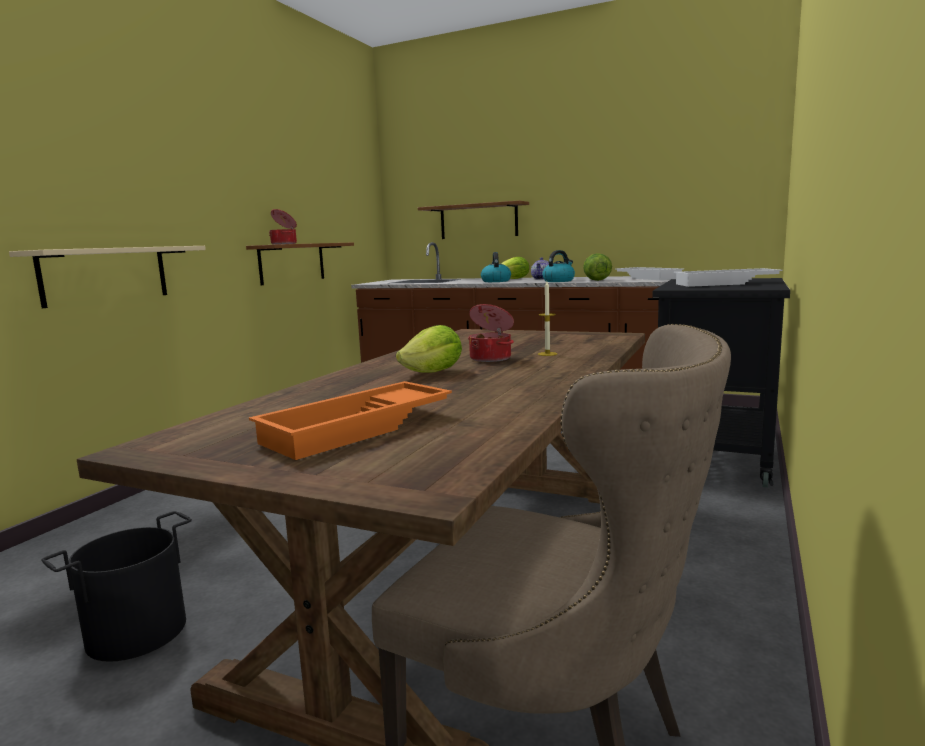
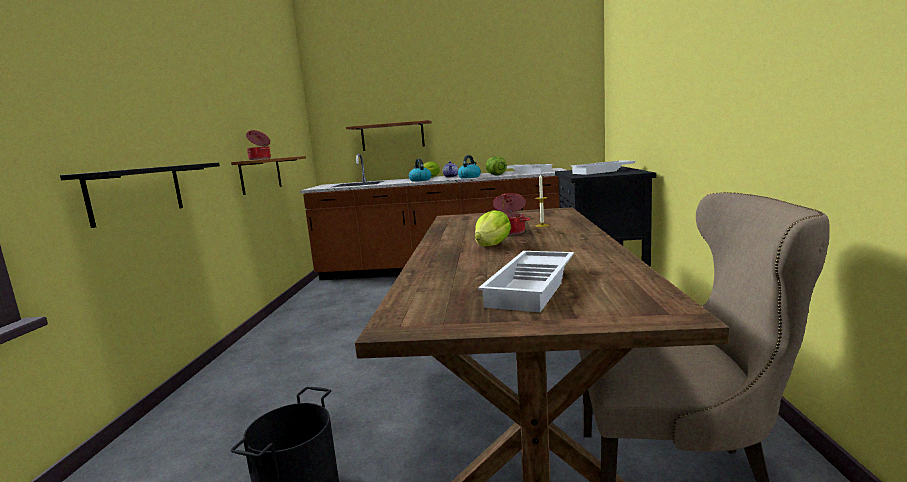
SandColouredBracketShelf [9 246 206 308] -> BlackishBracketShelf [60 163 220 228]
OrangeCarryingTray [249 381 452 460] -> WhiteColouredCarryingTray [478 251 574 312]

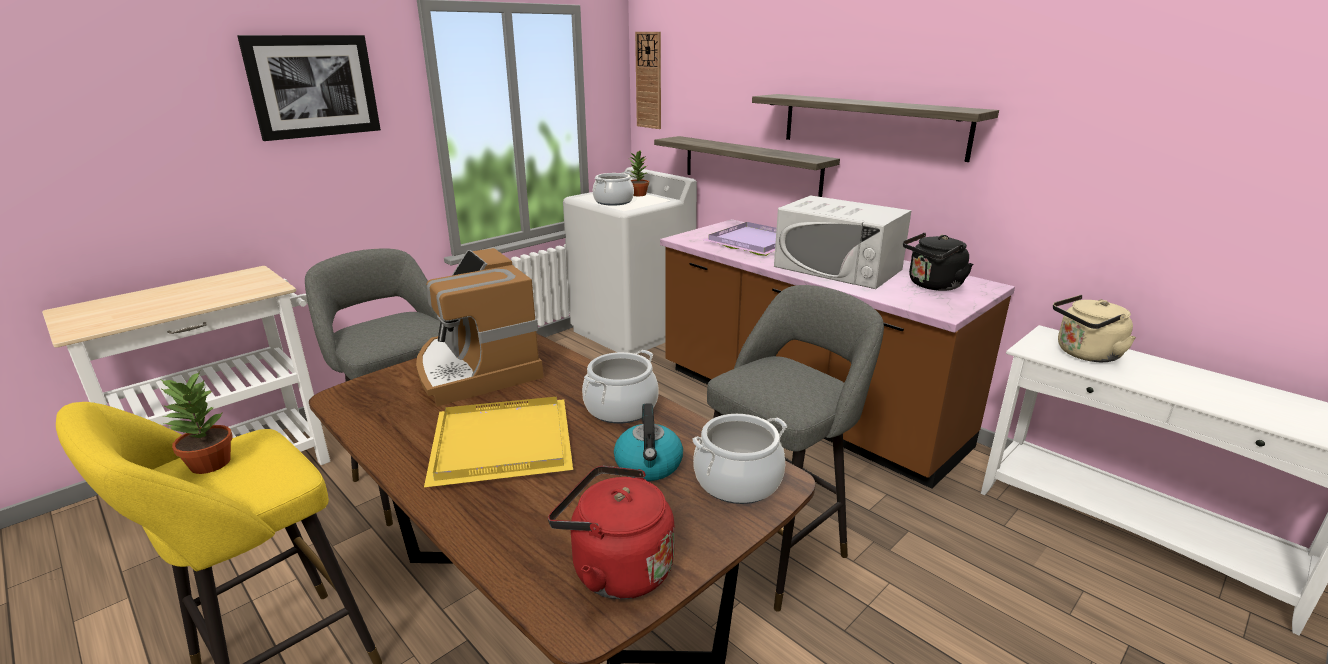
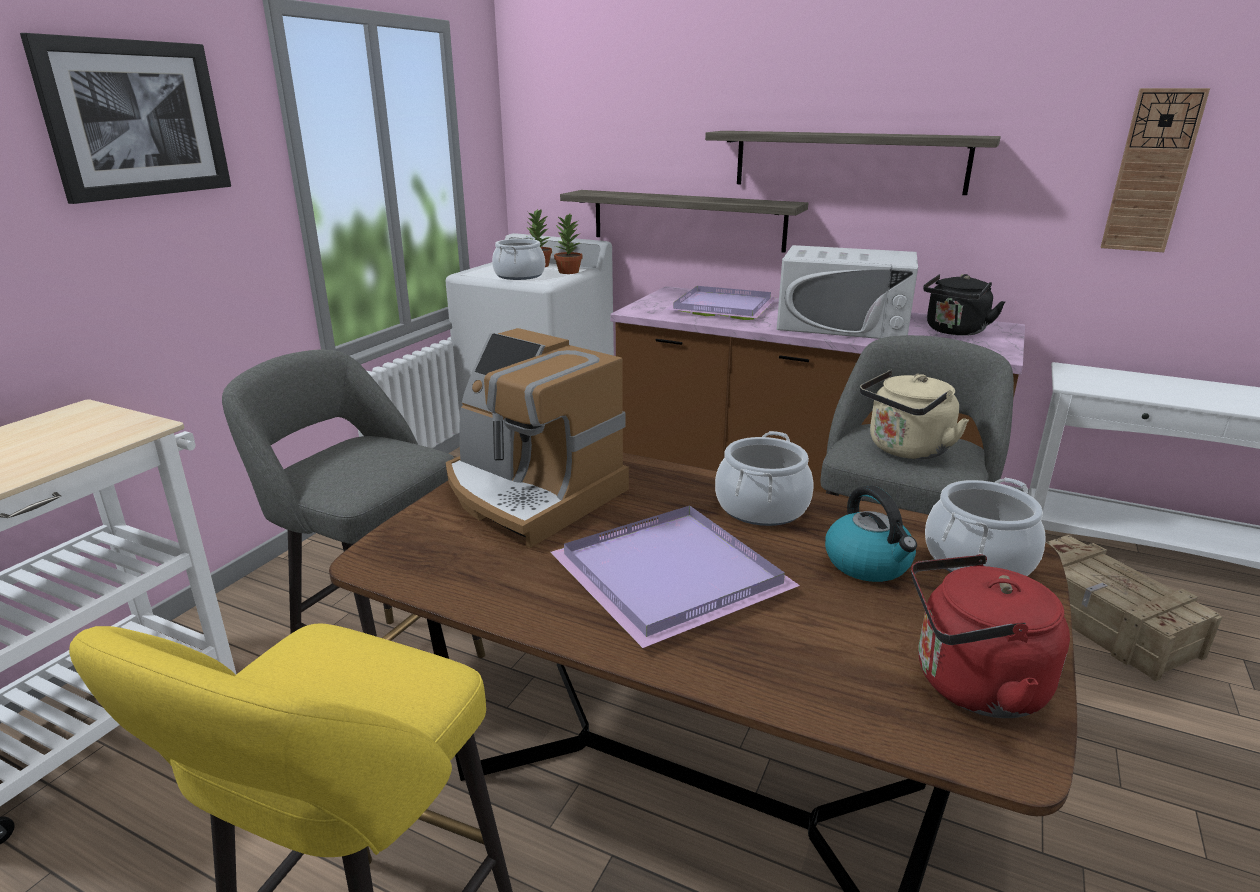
WallClock [635 32 661 129] -> WallClock [1101 88 1210 252], relocated
SandColouredTeaKettle [1053 295 1136 362] -> SandColouredTeaKettle [860 370 969 459], relocated
Houseplant [160 371 233 474] -> Houseplant [554 214 583 274], relocated
YellowCarryingTray [424 397 573 487] -> PurplishCarryingTray [550 505 800 648]
none -> ShippingCrate [1046 535 1222 682]

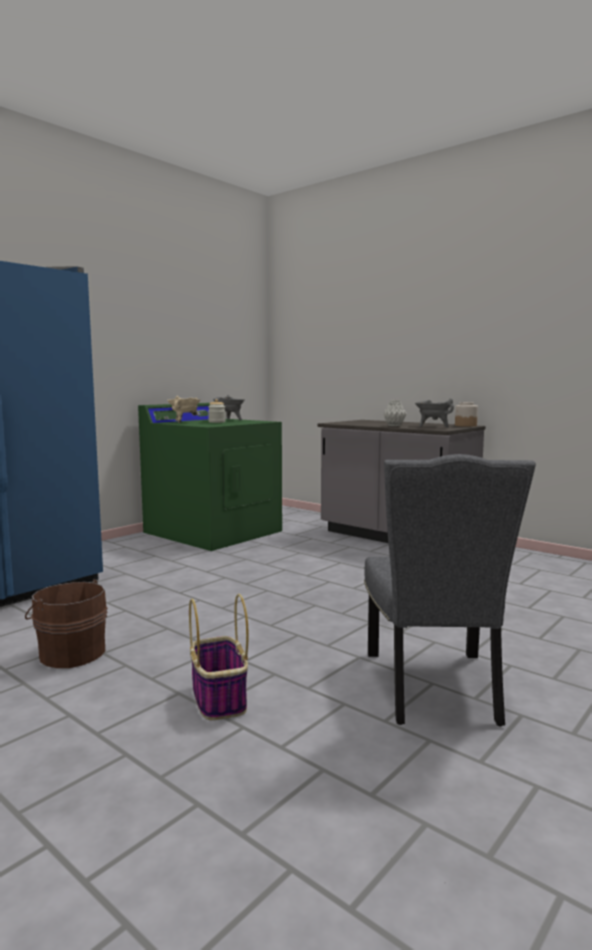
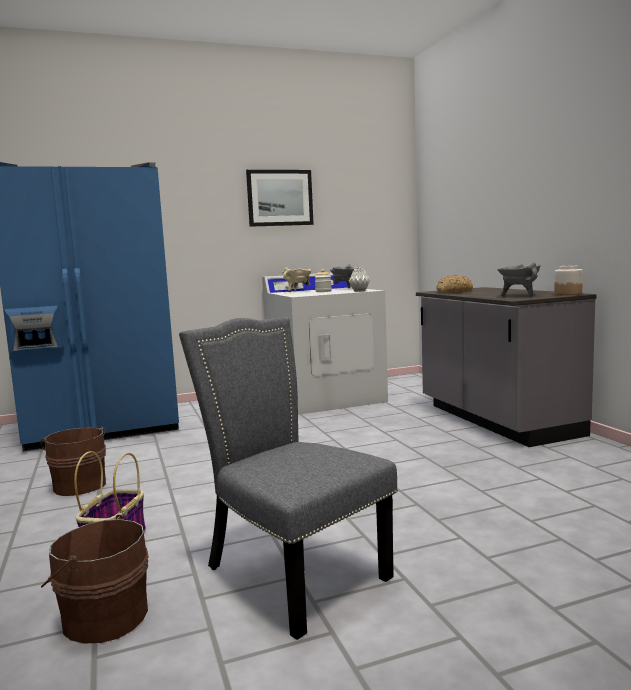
GrayFlowerVase [383 400 406 426] -> GrayFlowerVase [349 267 370 292], relocated
GreenColouredWashingMachine [138 403 282 551] -> WhiteColouredWashingMachine [262 273 388 415]
GrayChair [364 454 536 726] -> GrayChair [179 317 398 640], 105 degrees clockwise
none -> Picture [246 170 314 227]
none -> Bread [436 275 473 293]
none -> BrownishBucket [41 515 148 643]

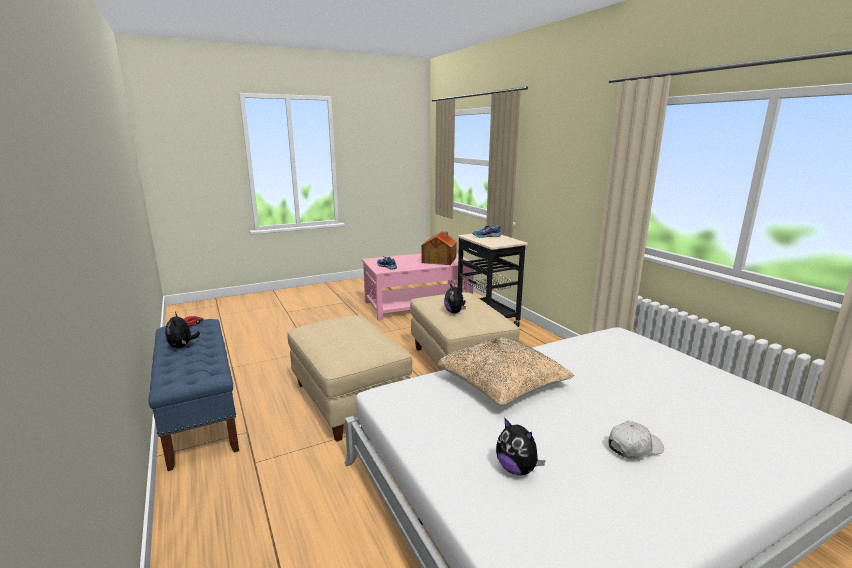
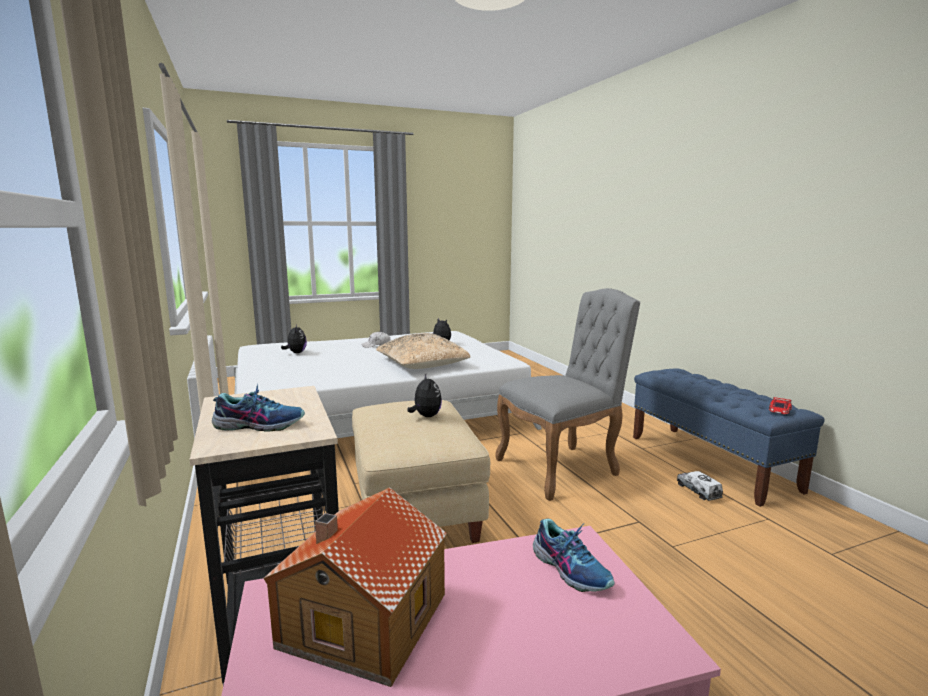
PlushToy [165 312 200 348] -> PlushToy [281 324 307 353], relocated
SandColouredOttoman [287 315 412 442] -> GrayChair [495 288 640 501]
none -> ModelTruck [677 471 723 501]

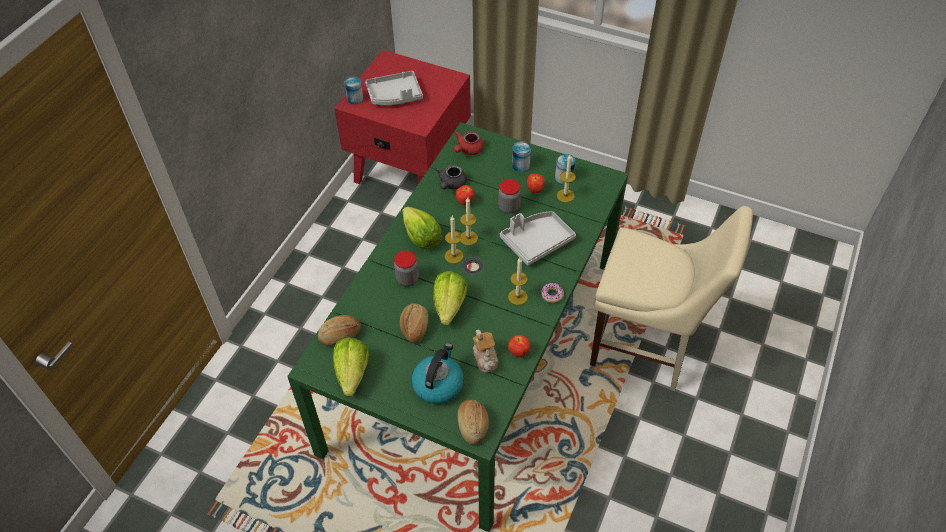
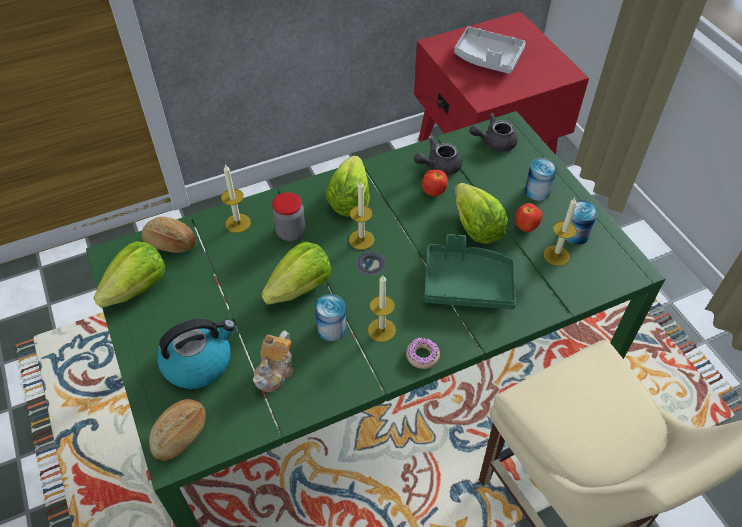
SealedCan [345 77 363 104] -> SealedCan [315 294 346 341], relocated
ReddishTeaPot [454 132 484 155] -> GrayTeaPot [469 113 518 152]
Jar [498 179 521 214] -> Lettuce [455 183 508 244]
WaxLight [460 198 478 245] -> WaxLight [221 164 251 233], relocated
GrayCarryingTray [500 211 576 266] -> GreenColouredCarryingTray [424 234 516 309]
Bread [400 303 429 343] -> none
Apple [508 335 530 357] -> none

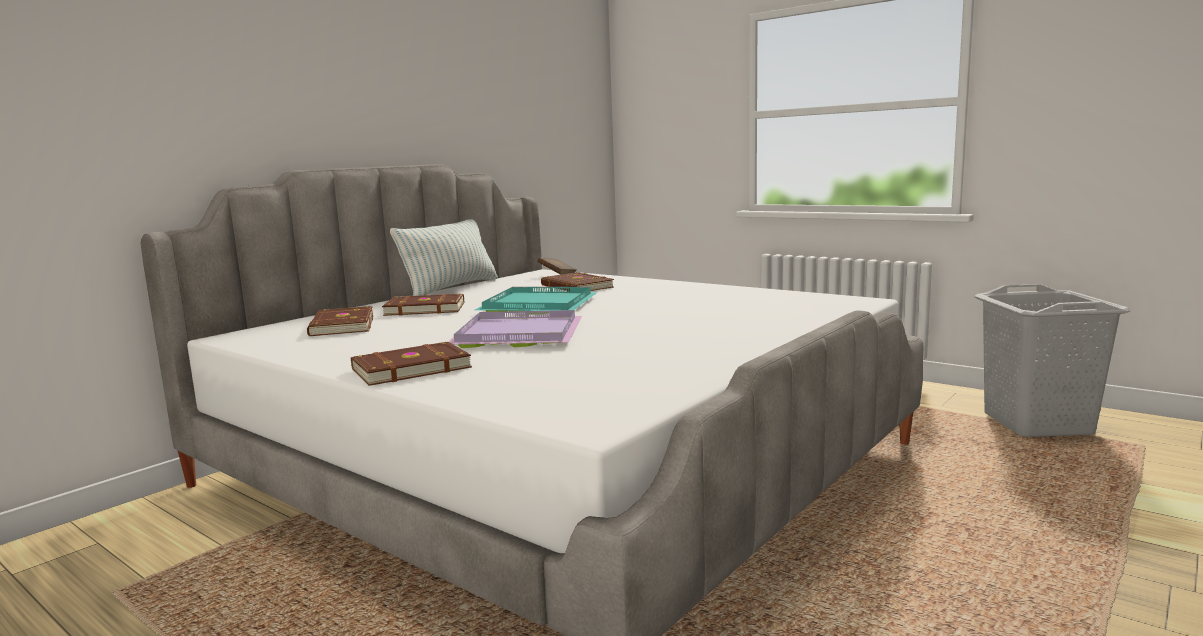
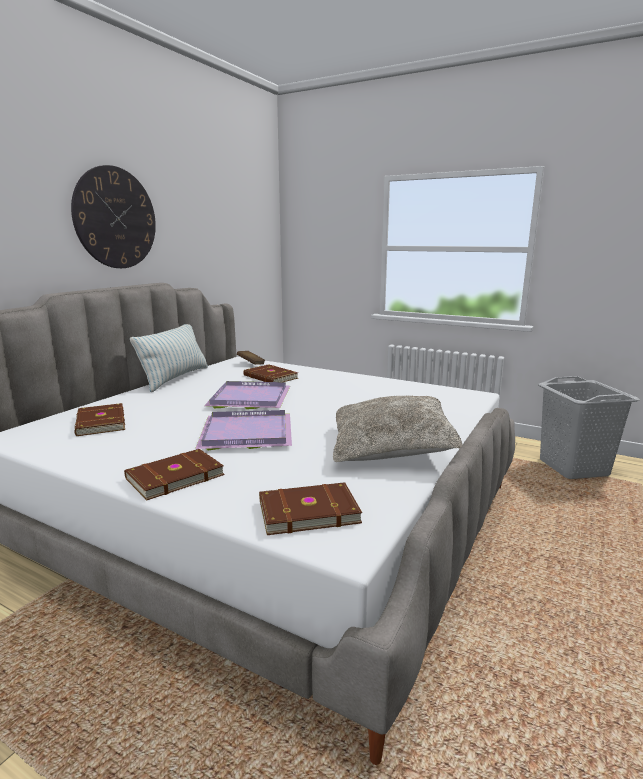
BlueGreenCarryingTray [475 287 598 315] -> PurplishCarryingTray [204 381 290 409]
BrownishBoundBook [382 294 464 316] -> BrownishBoundBook [259 482 362 535], relocated
none -> WallClock [71 165 156 268]
none -> SandColouredCushion [333 395 462 462]

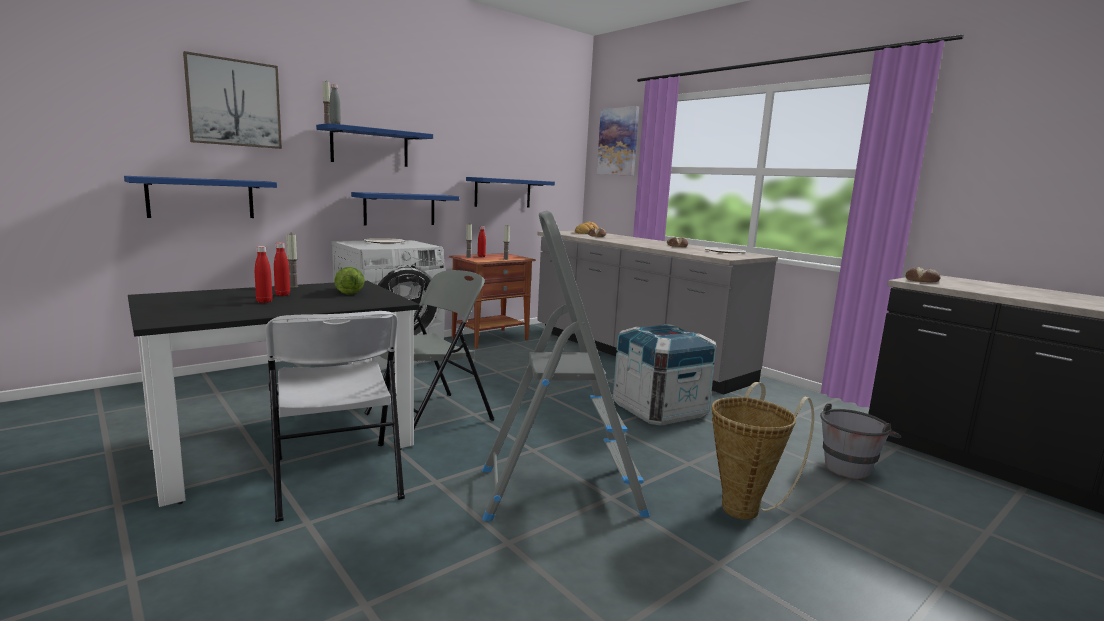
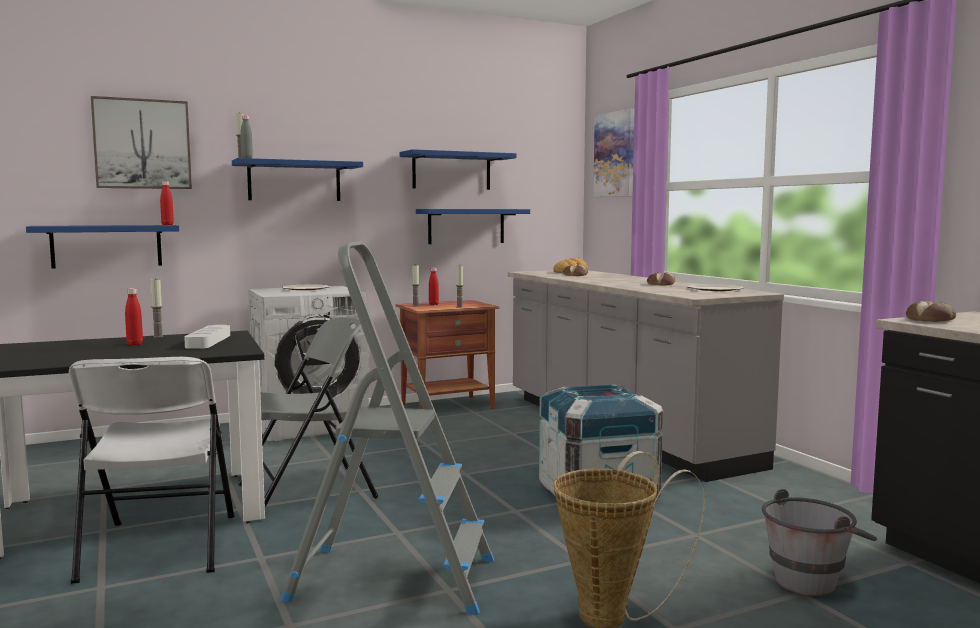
BlueBracketShelf [351 192 459 226] -> BlueBracketShelf [400 149 516 190], relocated
ReddishBeverageBottle [255 246 273 303] -> ReddishBeverageBottle [160 181 174 225], relocated
Lettuce [334 267 365 294] -> GrayCarryingTray [184 325 230 349]

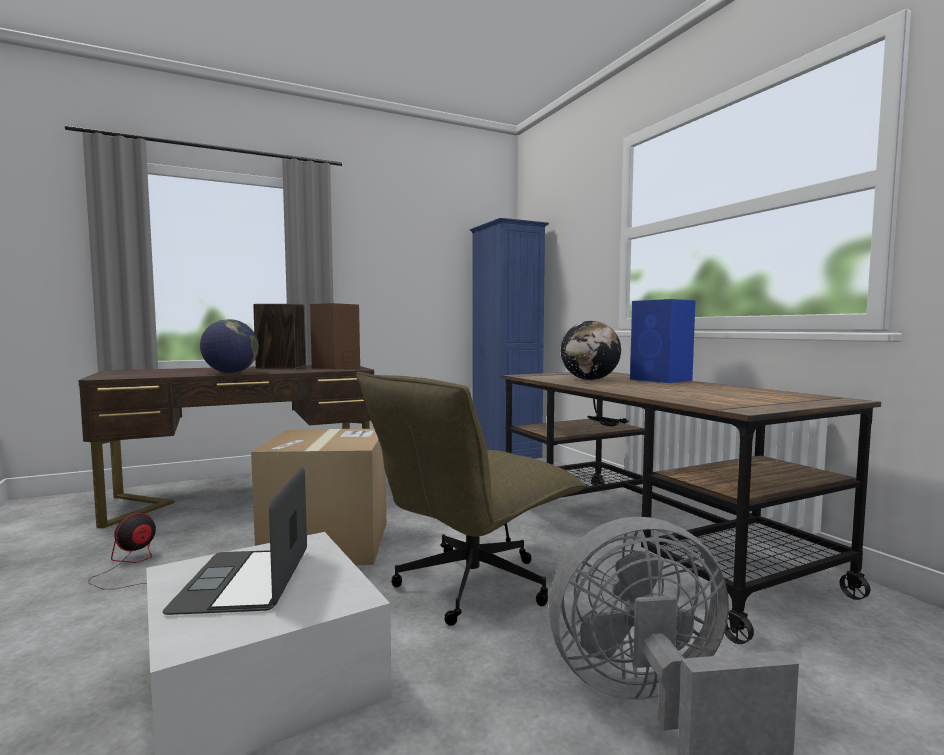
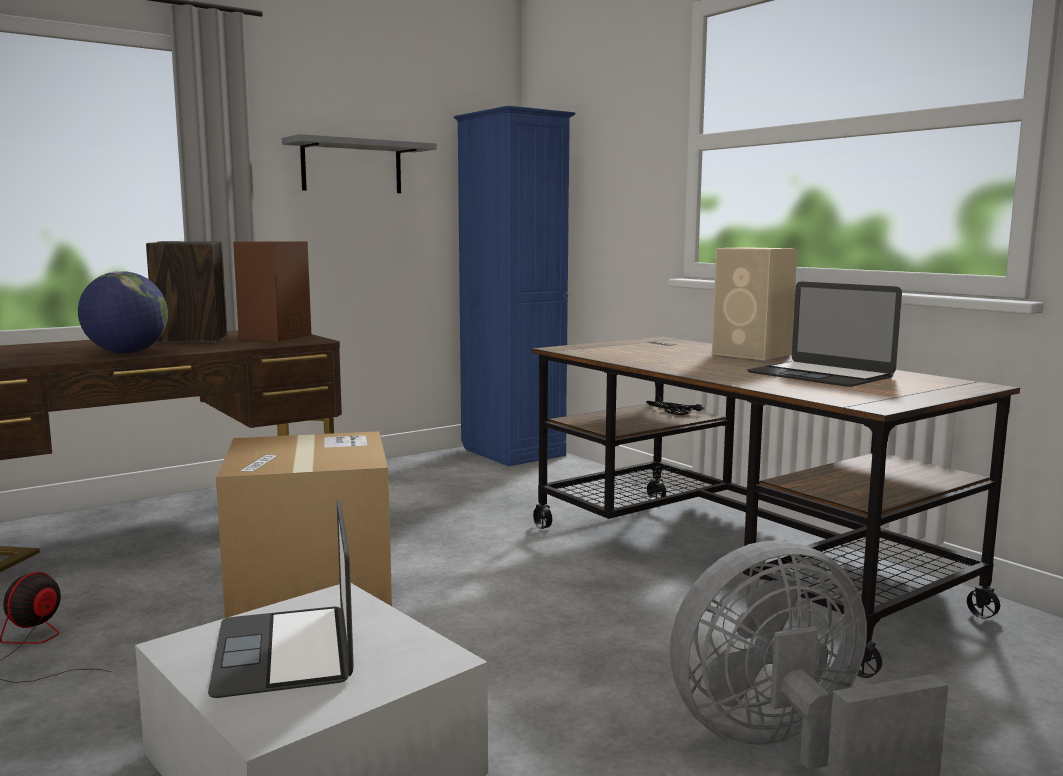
BlueSpeaker [630 299 696 383] -> SandColouredSpeaker [712 247 798 360]
Globe [561 321 621 380] -> none
SandColouredComputerChair [355 372 590 626] -> none
none -> GrayBracketShelf [282 134 437 193]
none -> Laptop [747 282 902 387]

